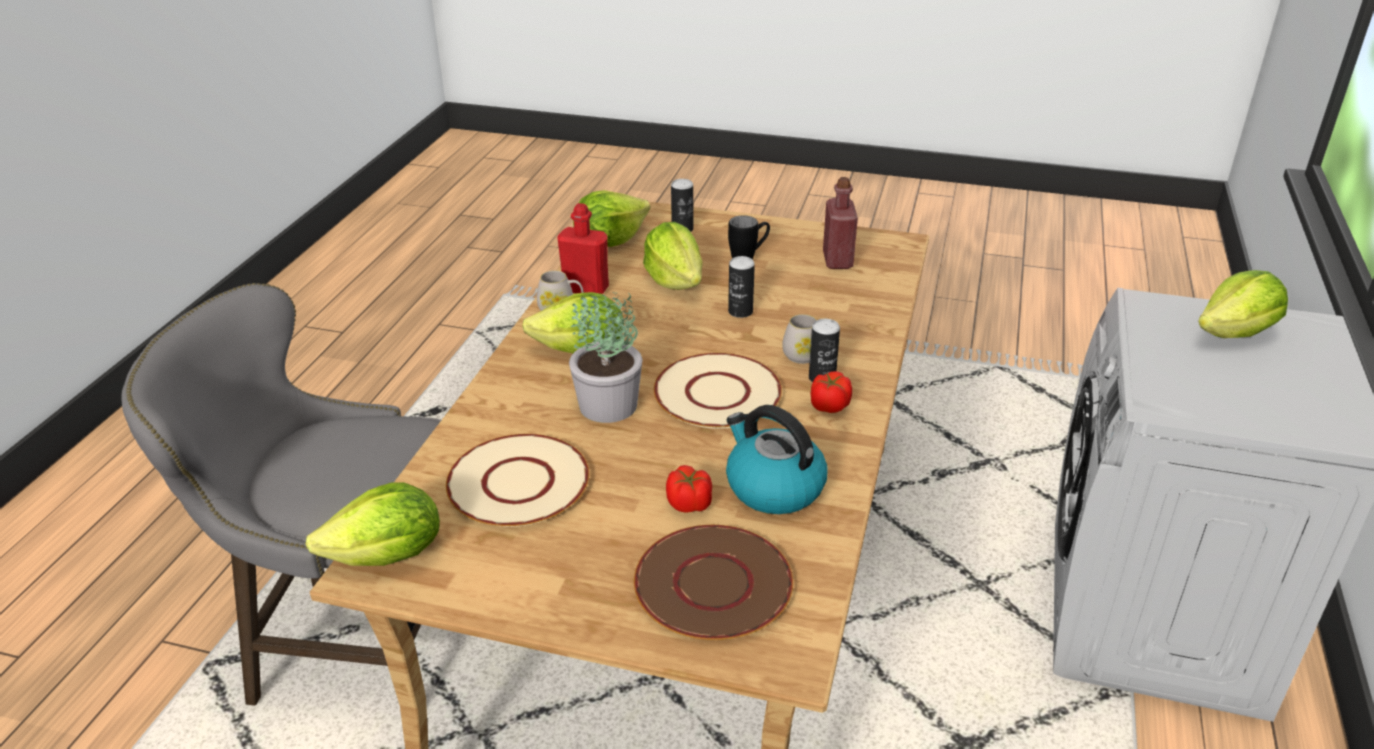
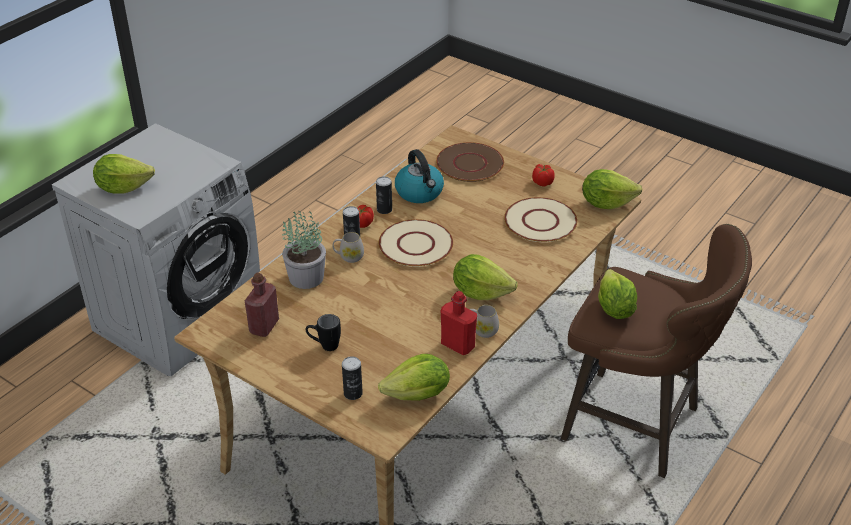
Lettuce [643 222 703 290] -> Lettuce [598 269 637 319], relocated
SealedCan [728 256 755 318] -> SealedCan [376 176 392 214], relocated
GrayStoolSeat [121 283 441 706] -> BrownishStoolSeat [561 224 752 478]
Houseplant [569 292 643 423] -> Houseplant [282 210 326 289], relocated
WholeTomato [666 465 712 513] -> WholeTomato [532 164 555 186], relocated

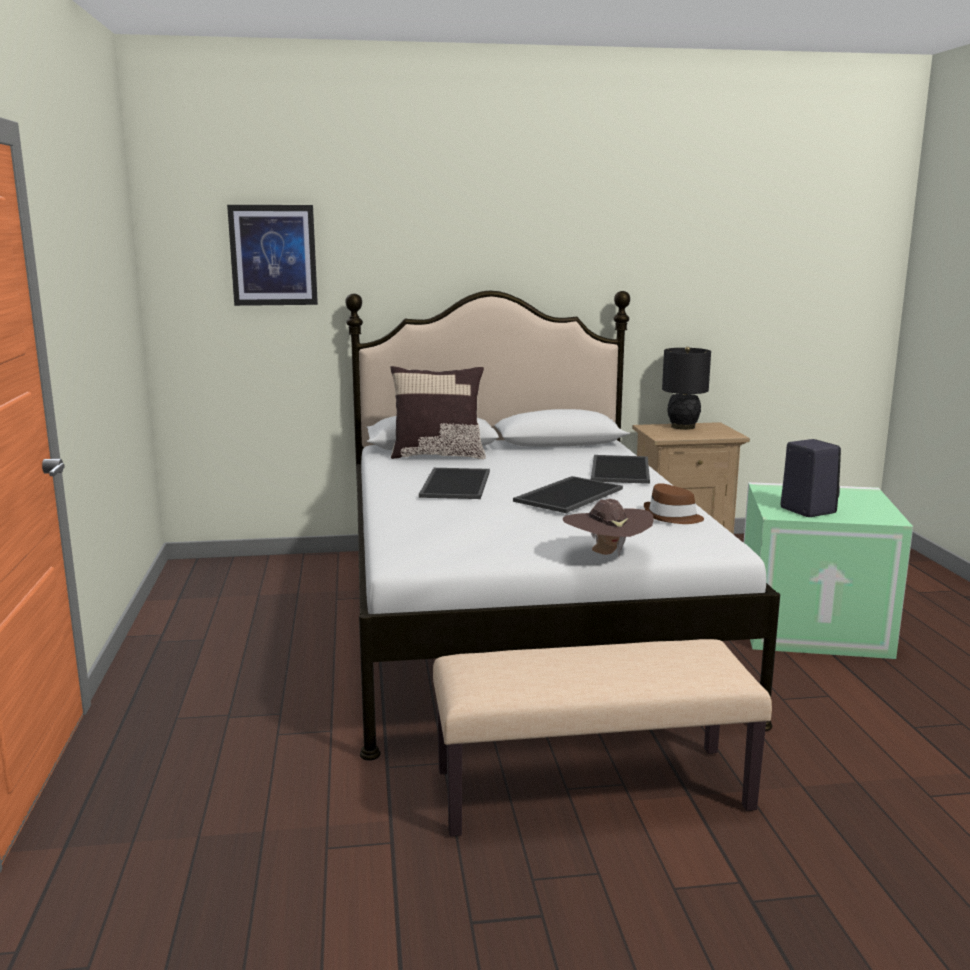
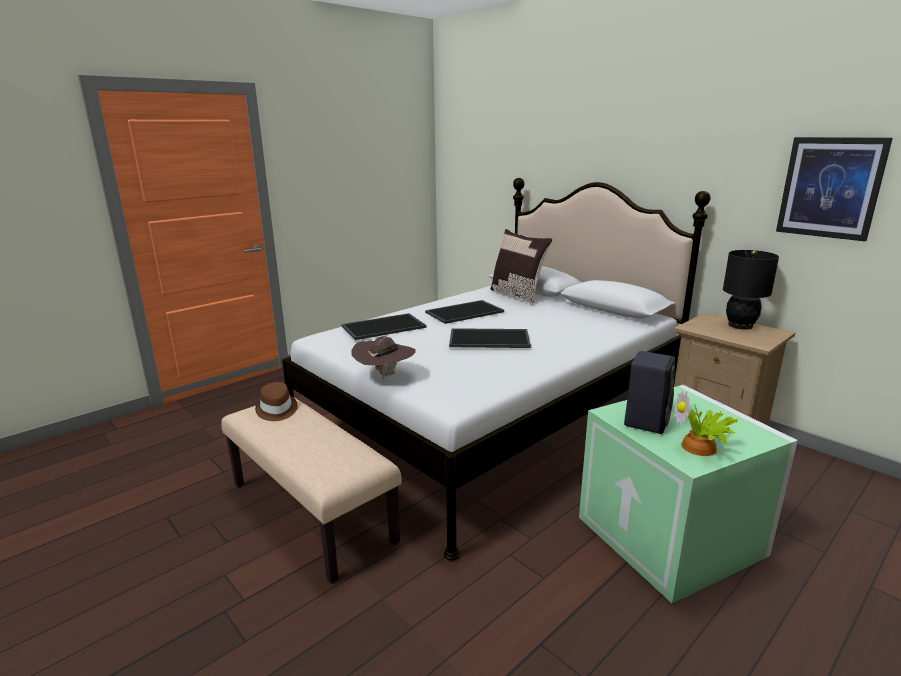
Picture [227 205 318 306] -> Picture [776 137 893 242], relocated
CarryingTray [591 455 650 484] -> CarryingTray [341 313 427 340], relocated
BrownishClothingHat [644 483 704 524] -> BrownishClothingHat [255 382 297 421], relocated
none -> Houseplant [675 391 737 456]

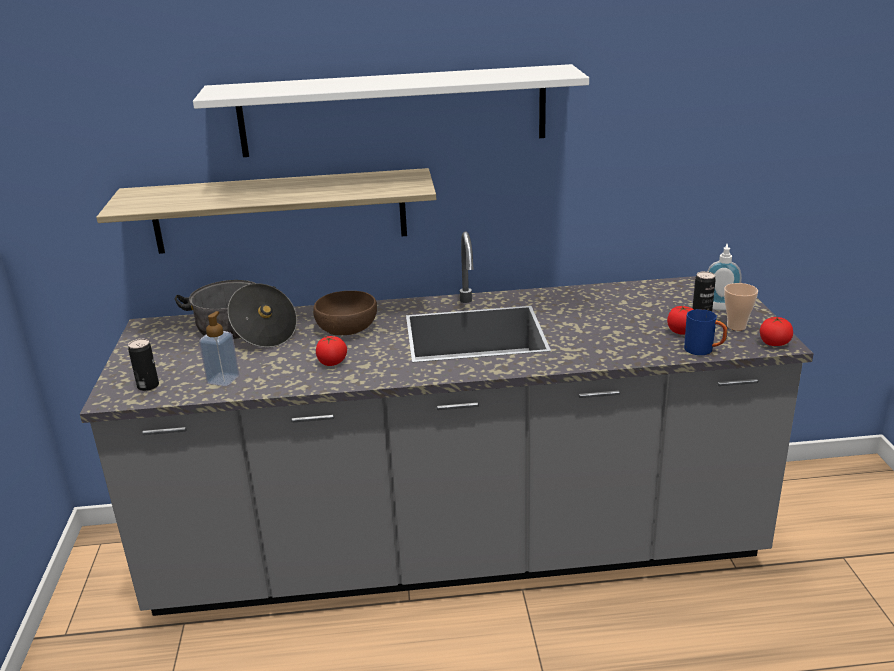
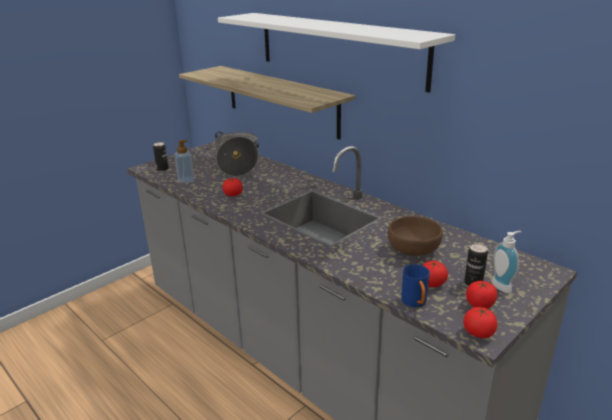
Cup [724 283 758 331] -> WholeTomato [466 281 497 309]
BrownishServingBowl [313 291 377 335] -> BrownishServingBowl [388 216 443 256], relocated

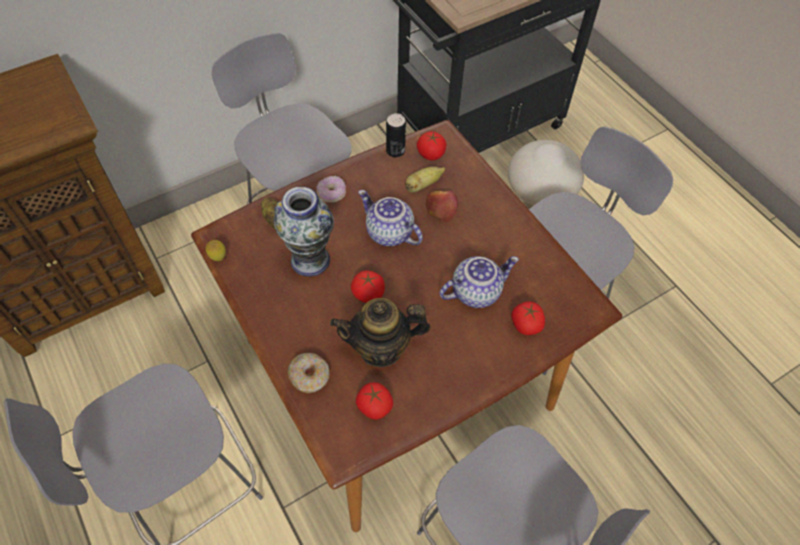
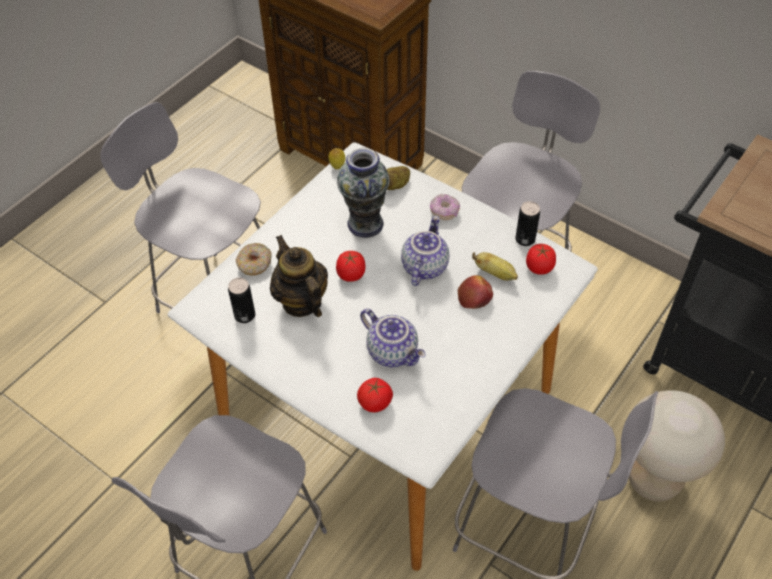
BrownishDinnerTable [191 120 623 532] -> WhiteColouredDinnerTable [167 142 598 571]
WholeTomato [356 382 393 420] -> SealedCan [228 278 255 323]

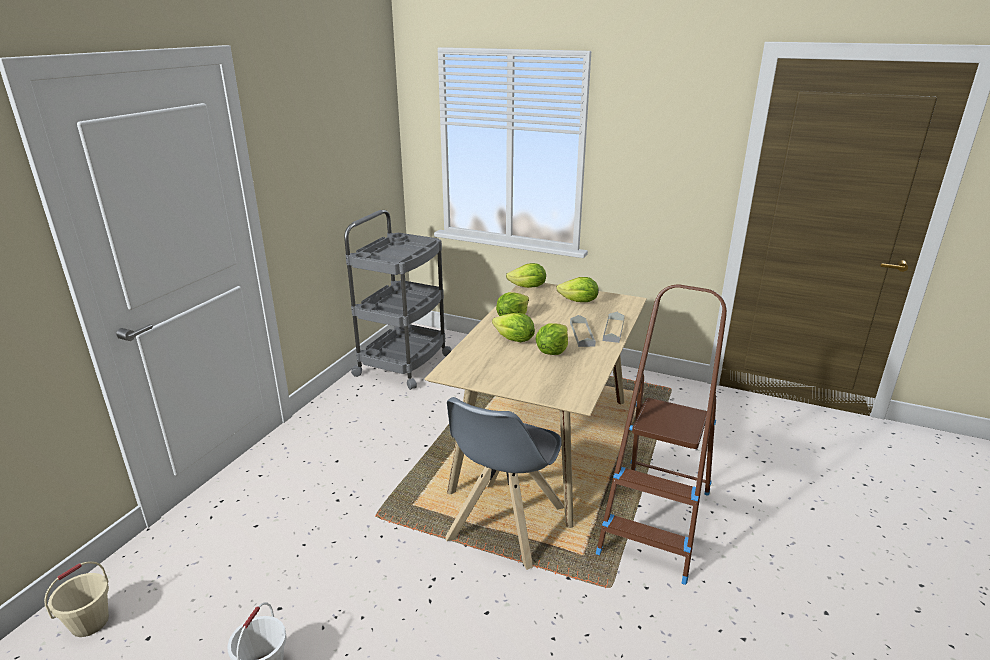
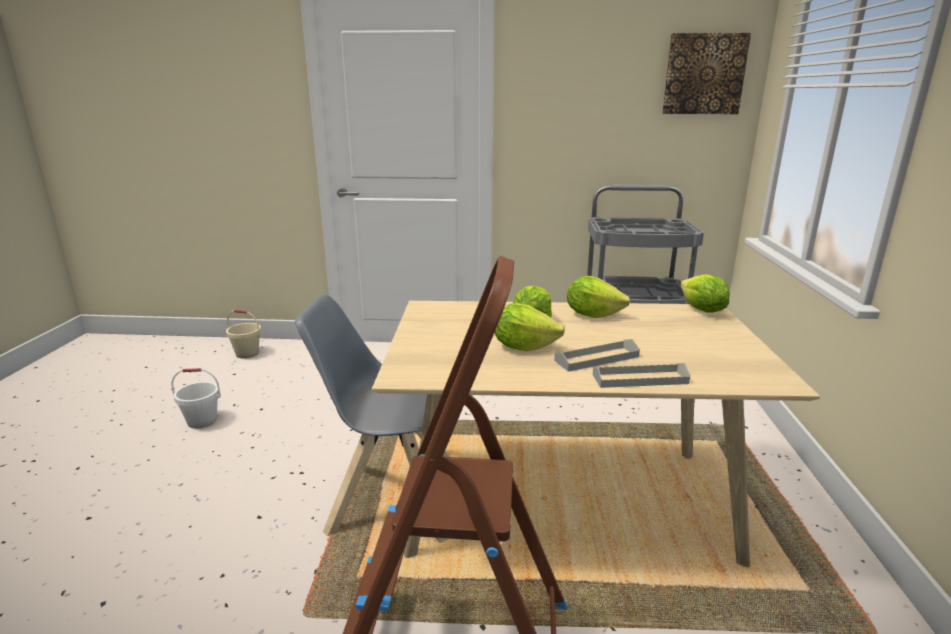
Lettuce [556 277 599 302] -> none
none -> Picture [662 33 751 114]

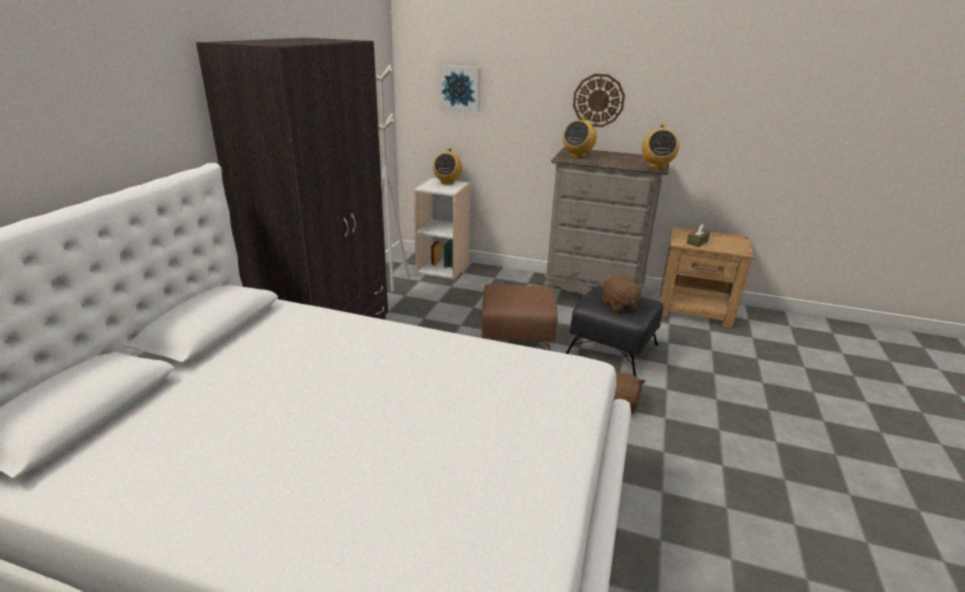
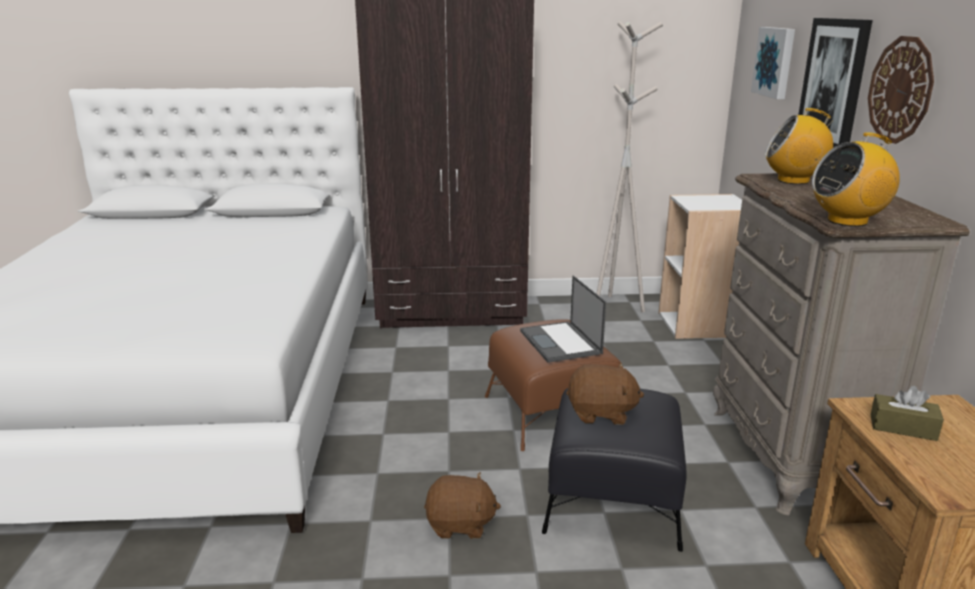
Radio [433 148 462 185] -> none
BrownishPlushToy [602 275 644 312] -> BrownishPlushToy [566 363 644 425], 135 degrees counterclockwise
none -> Picture [798 18 873 148]
none -> Laptop [520 276 606 363]

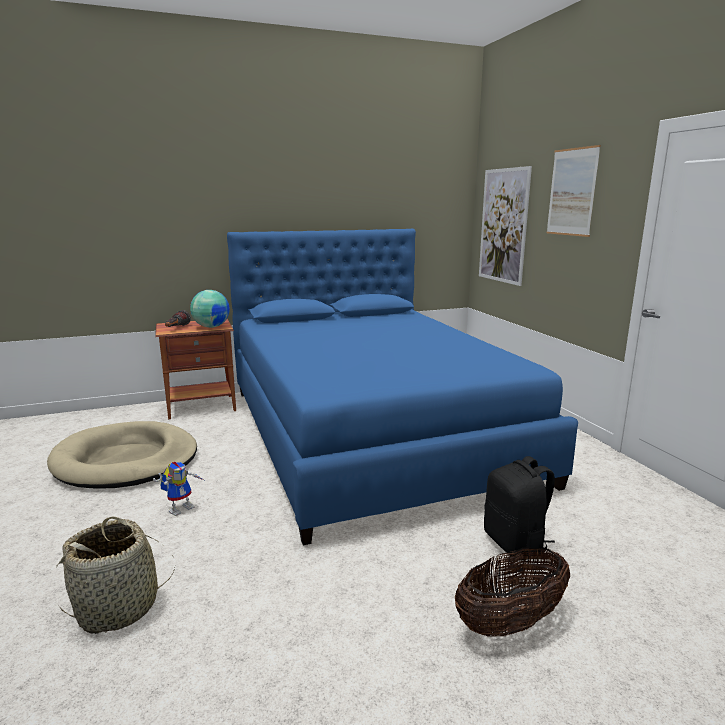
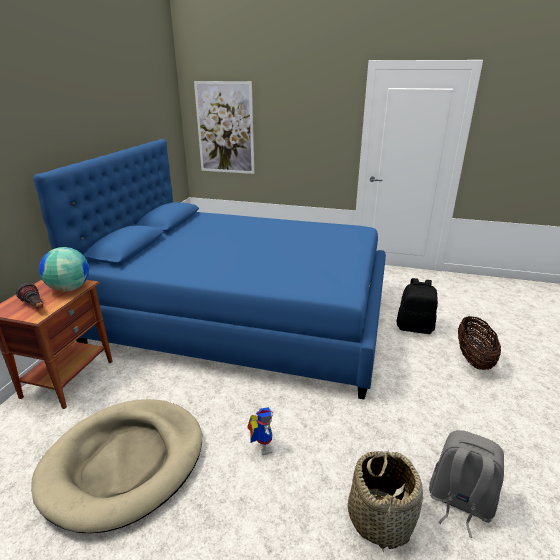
Picture [546 145 601 237] -> none
none -> GrayRucksack [429 430 504 538]

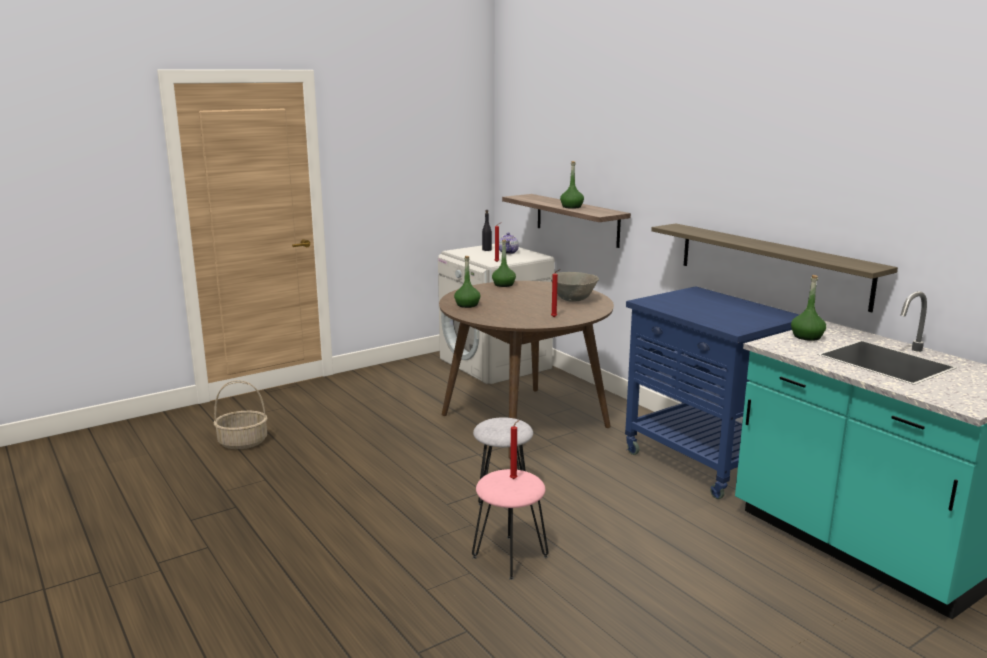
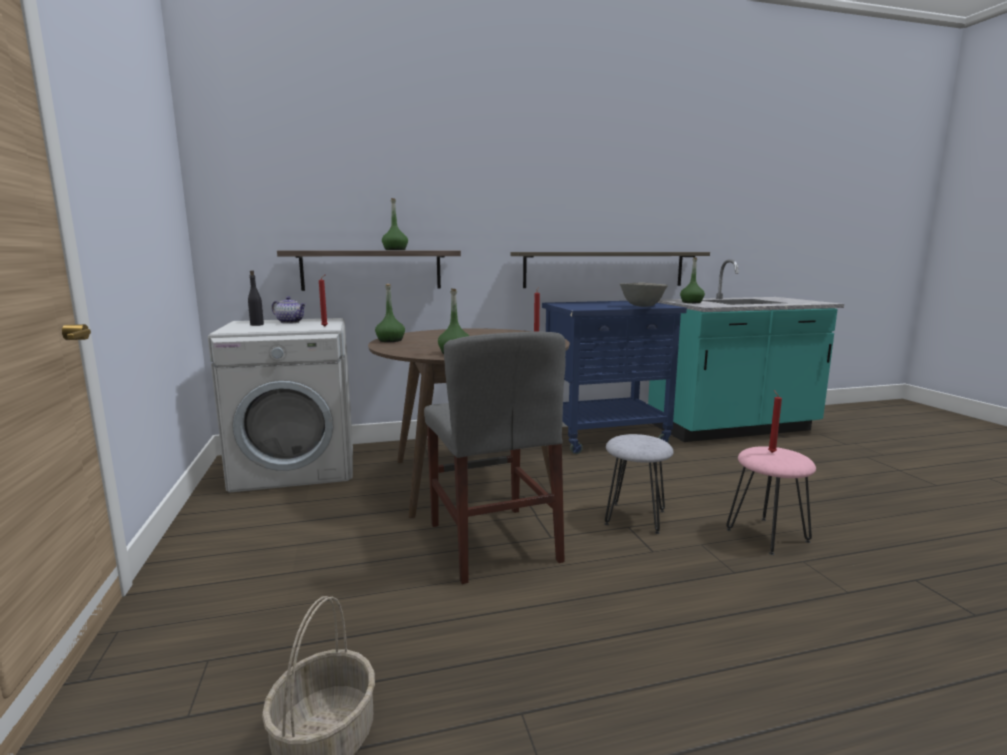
GrayServingBowl [550 272 599 302] -> GrayServingBowl [620 282 668 307], relocated
none -> GrayChair [424 332 565 584]

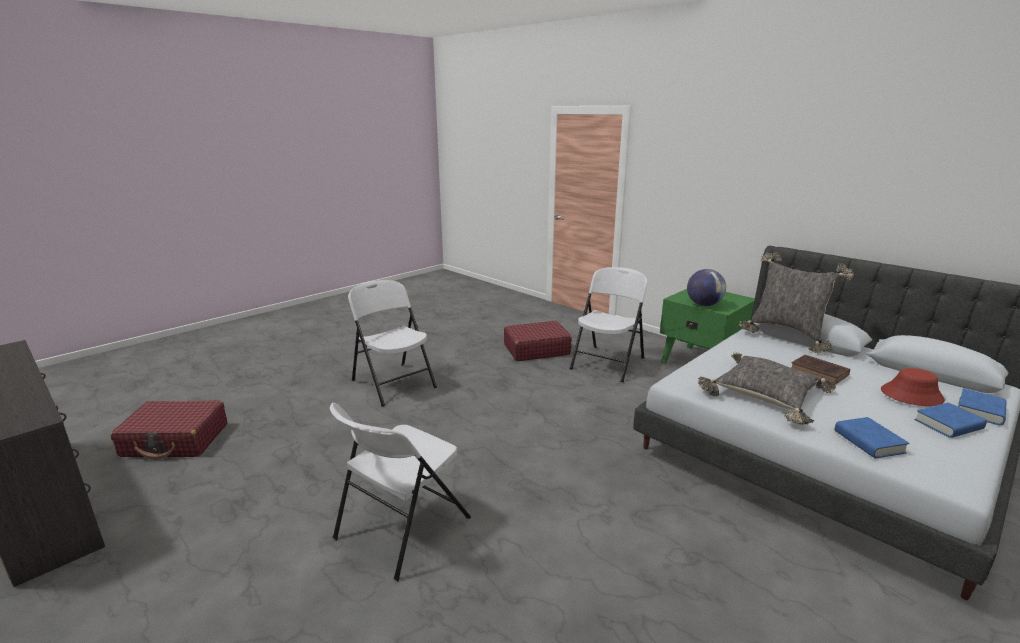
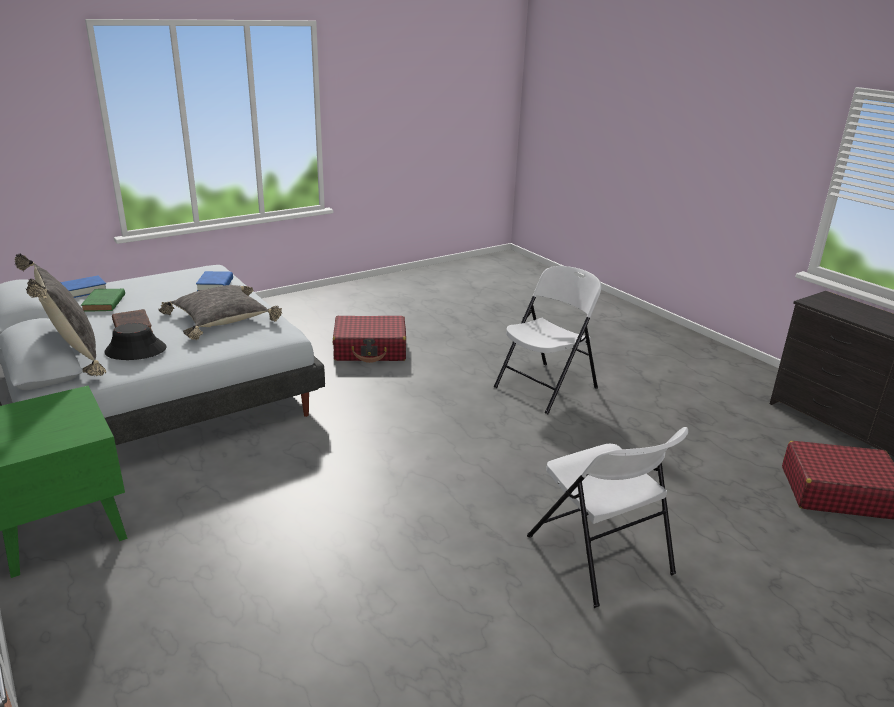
WhiteColouredChair [569 267 647 383] -> none
Globe [687 269 726 306] -> none
ReddishSuitcase [504 321 572 361] -> ReddishSuitcase [333 316 406 363], relocated
ReddishClothingHat [881 368 945 406] -> GreenColouredBoundBook [81 289 125 312]
BlueBoundBook [914 403 987 438] -> none
none -> BlackishClothingHat [104 323 167 360]

